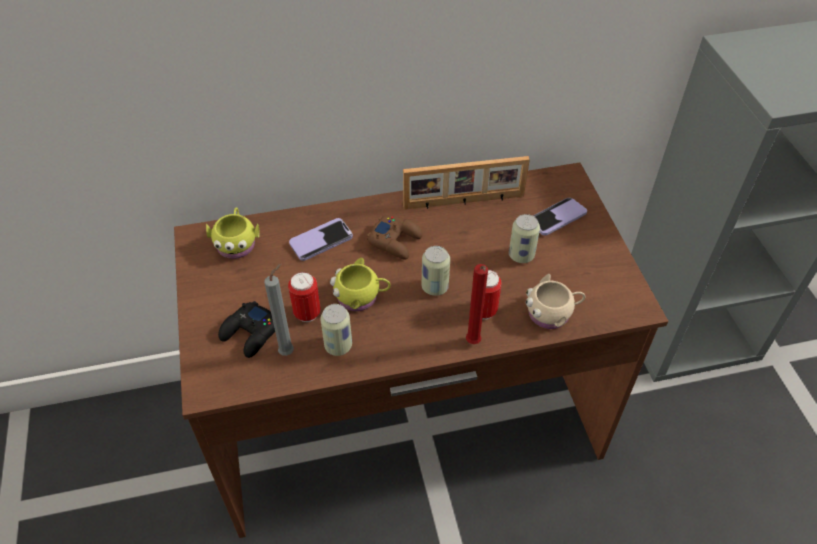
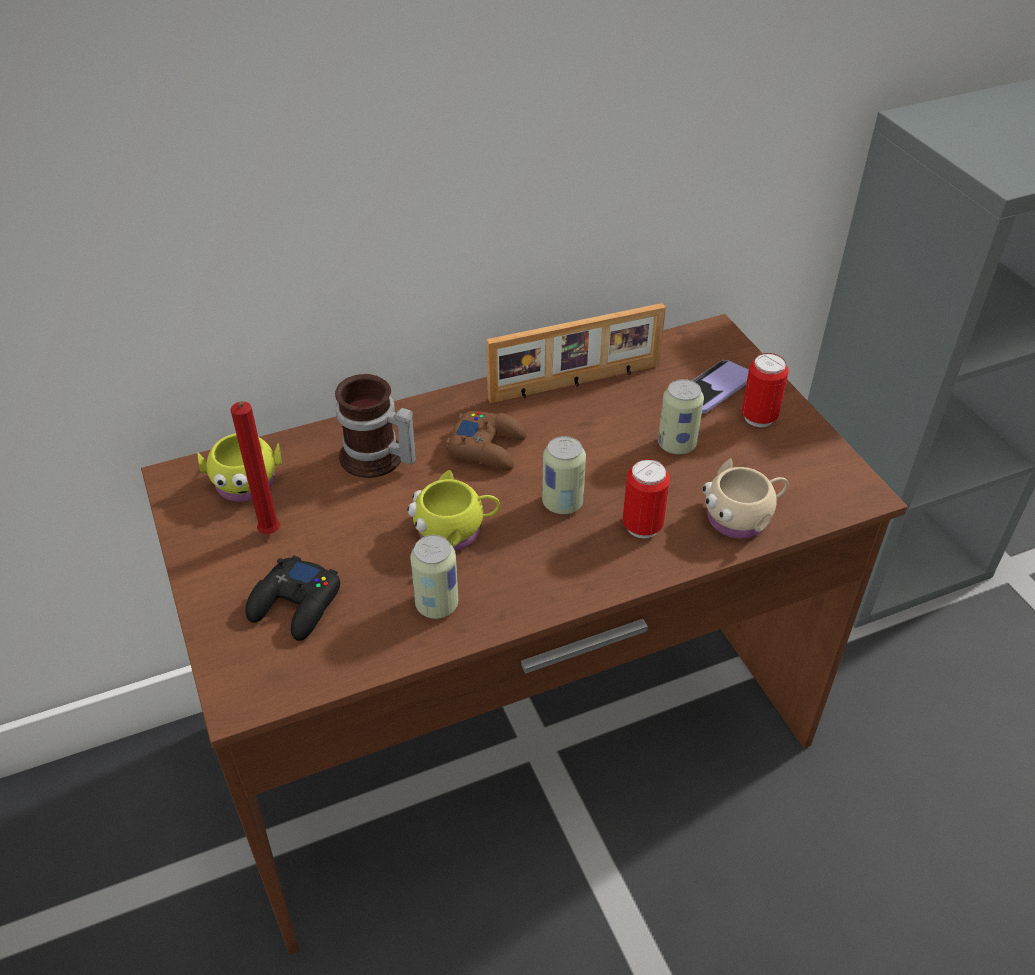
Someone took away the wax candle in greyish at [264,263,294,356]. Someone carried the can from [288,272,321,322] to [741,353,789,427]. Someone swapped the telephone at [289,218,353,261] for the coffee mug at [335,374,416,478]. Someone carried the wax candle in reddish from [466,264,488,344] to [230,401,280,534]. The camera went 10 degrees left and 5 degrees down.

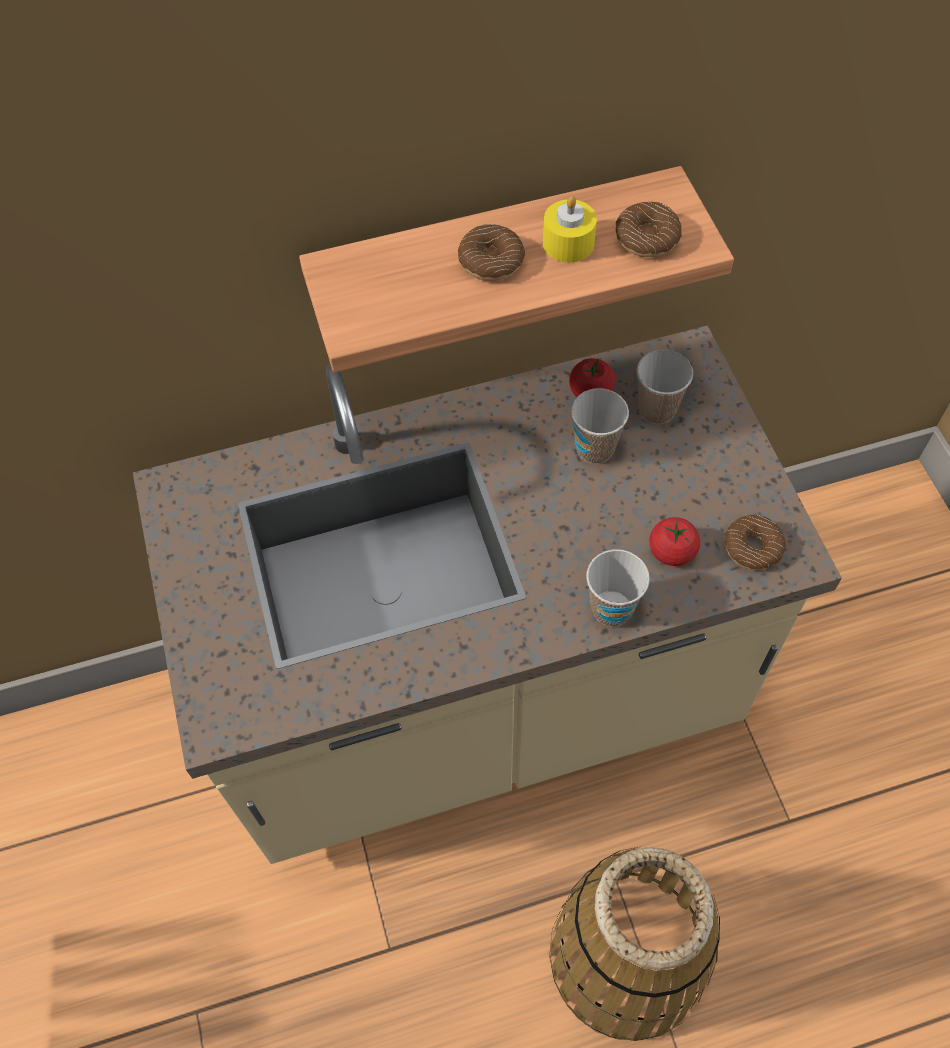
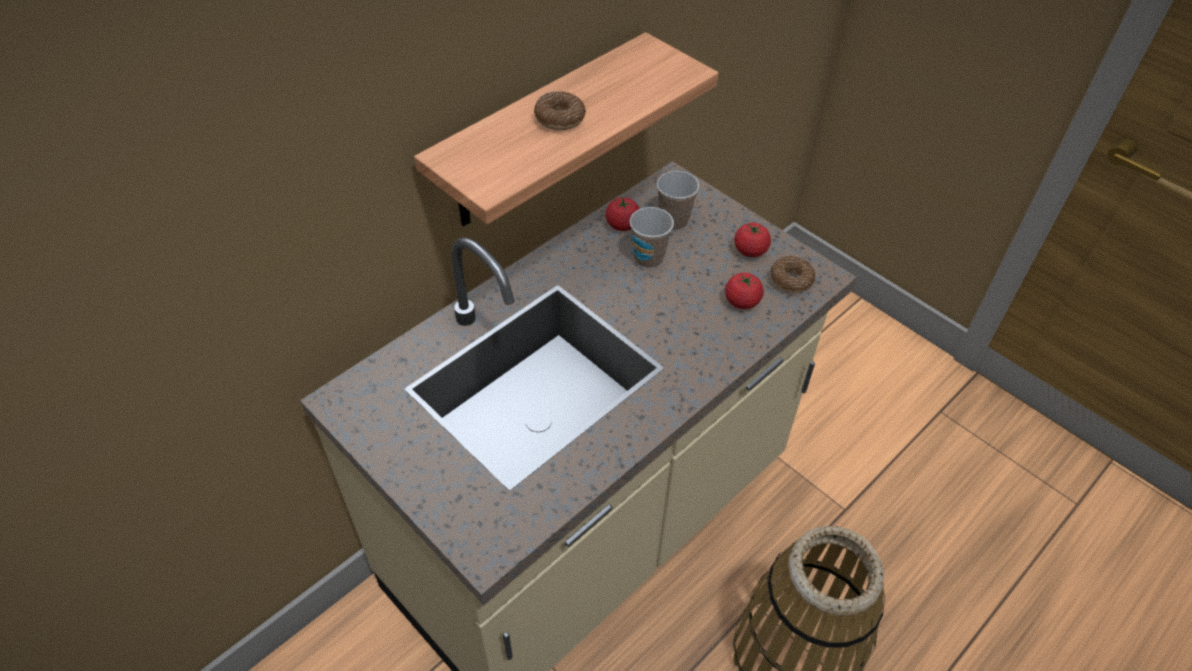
Someone took away the wax candle in yellow-coloured at [543,196,597,263]. Someone took away the small cup at [586,549,650,627]. Someone took away the ring doughnut at [616,202,682,257]. Someone put down the whole tomato at [734,223,771,257]. The camera went 30 degrees left and 10 degrees down.

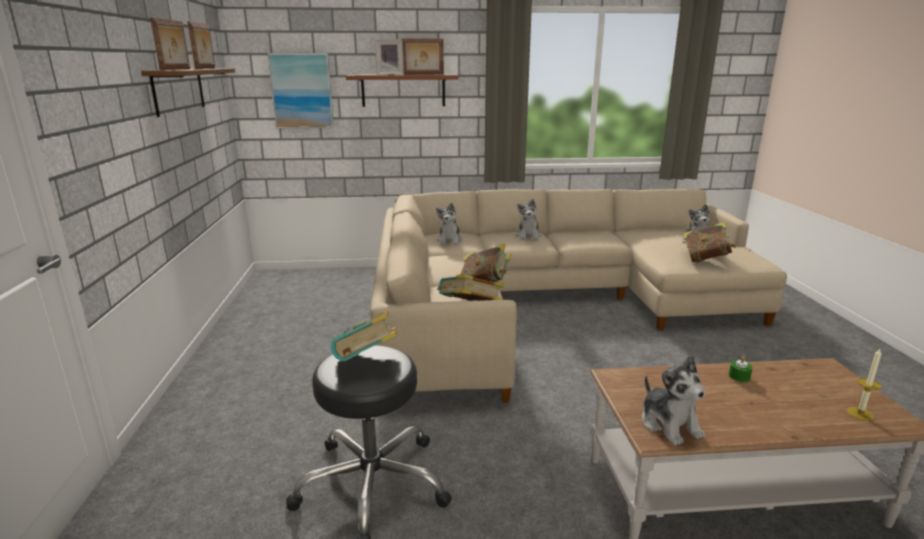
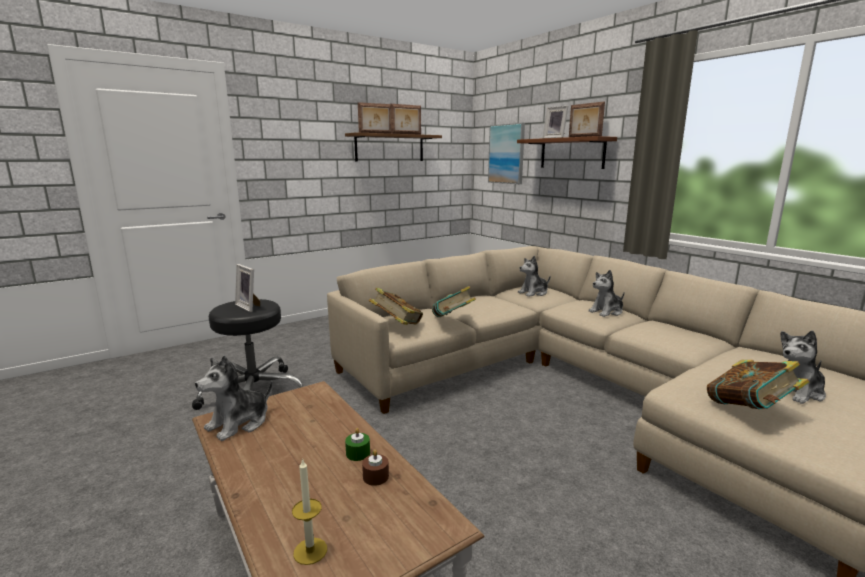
Someone swapped the book at [331,311,397,361] for the picture frame at [235,264,260,312]. Someone put down the wax candle in brown-coloured at [362,450,389,486]. The camera went 60 degrees right and 5 degrees down.

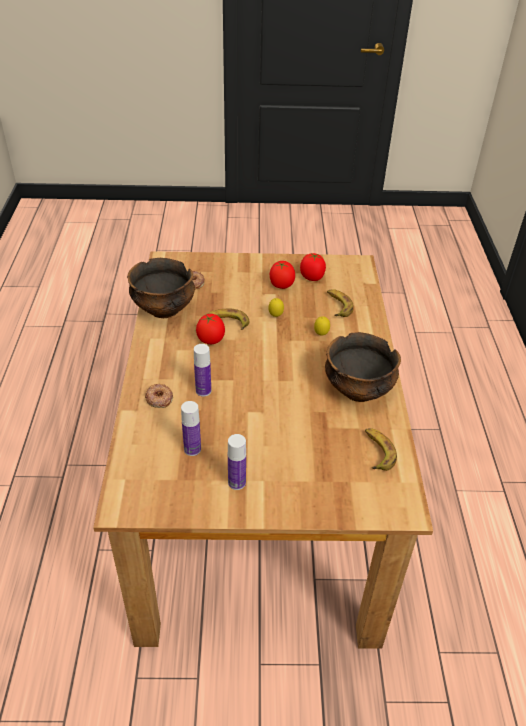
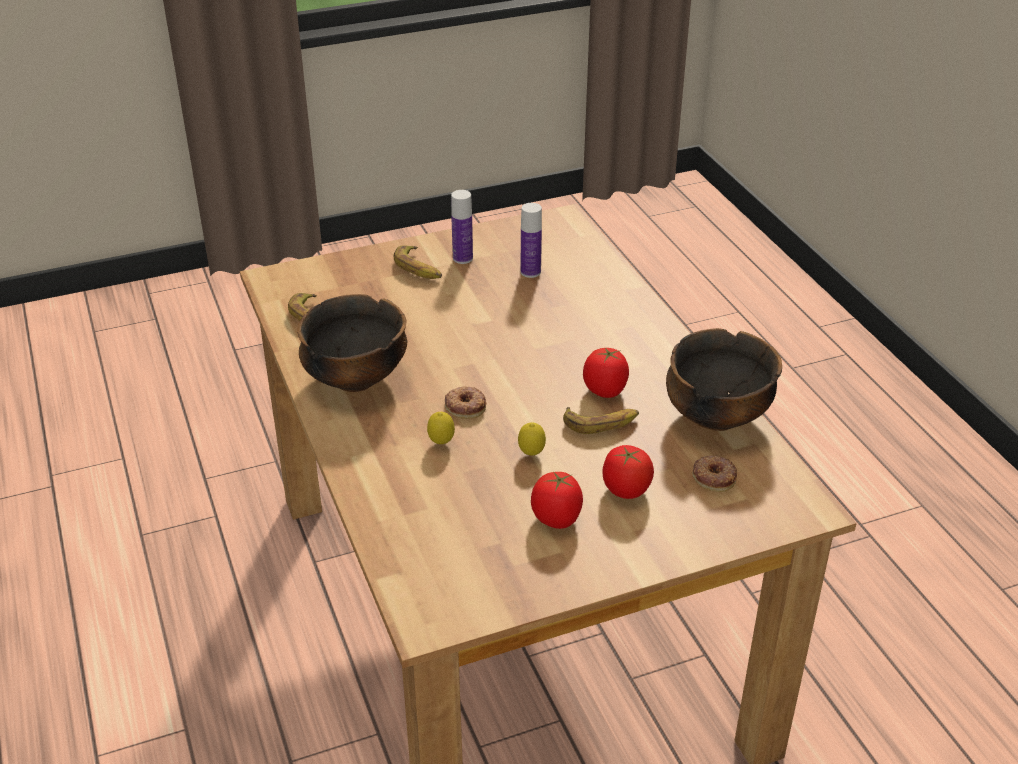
Someone carried the ring doughnut from [145,384,173,408] to [445,387,487,419]. Someone took away the drink bottle at [194,344,211,397]. Someone carried the whole tomato from [300,253,326,281] to [603,445,654,499]. Someone carried the banana from [327,289,354,317] to [394,245,442,279]. The camera went 160 degrees right and 5 degrees down.

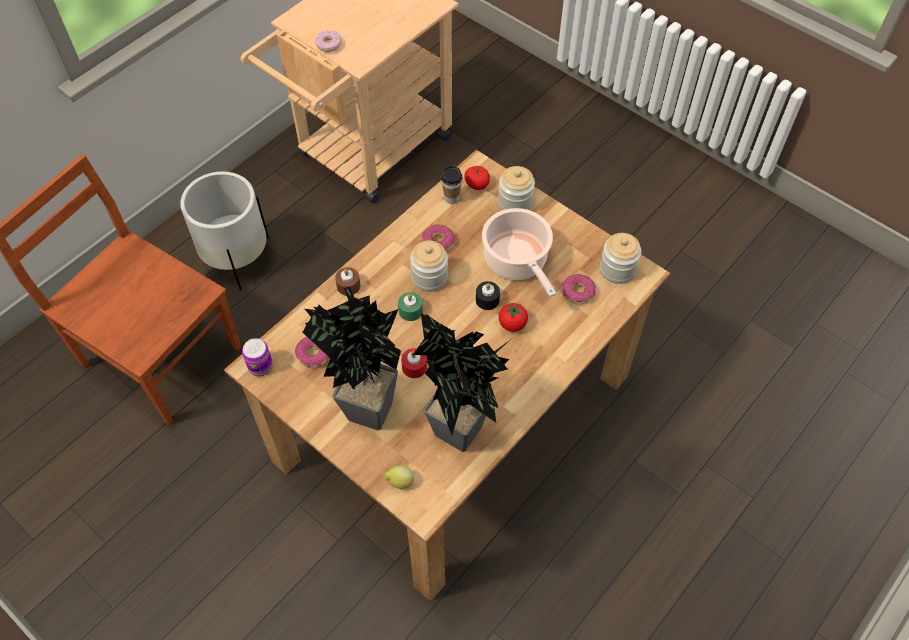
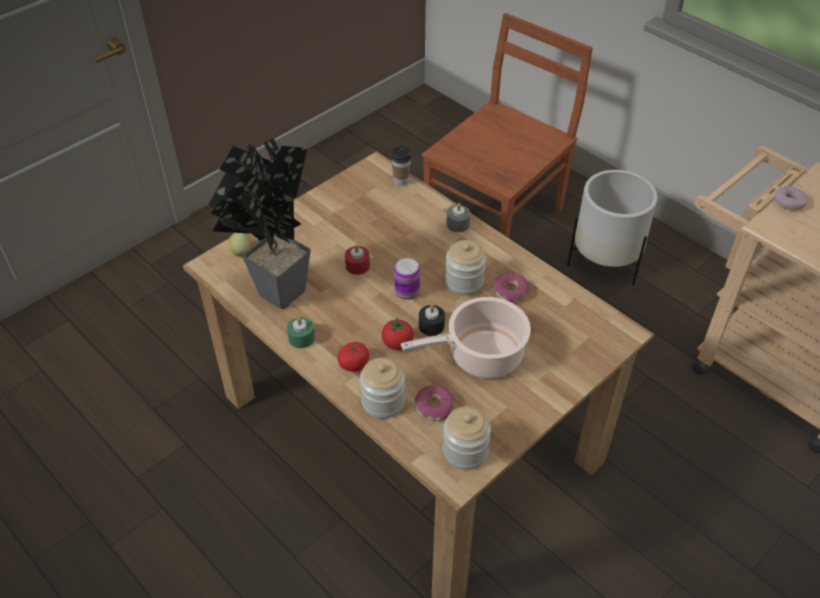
Someone carried the can from [242,338,273,376] to [394,258,420,300]. Someone took away the ring doughnut at [295,337,329,368]. Someone took away the plant in a pot at [302,286,401,430]. Someone repainted the wax candle in brown-coloured at [335,267,360,296], which became the wax candle in greyish at [446,203,470,232]. Someone carried the wax candle in green-coloured from [398,292,423,321] to [287,317,315,348]. Someone carried the small cup from [441,165,462,204] to [390,147,412,186]. Someone carried the whole tomato from [464,166,490,190] to [338,342,369,372]. Someone carried the preserve jar from [498,166,535,210] to [360,357,405,419]. The camera went 95 degrees right and 10 degrees down.

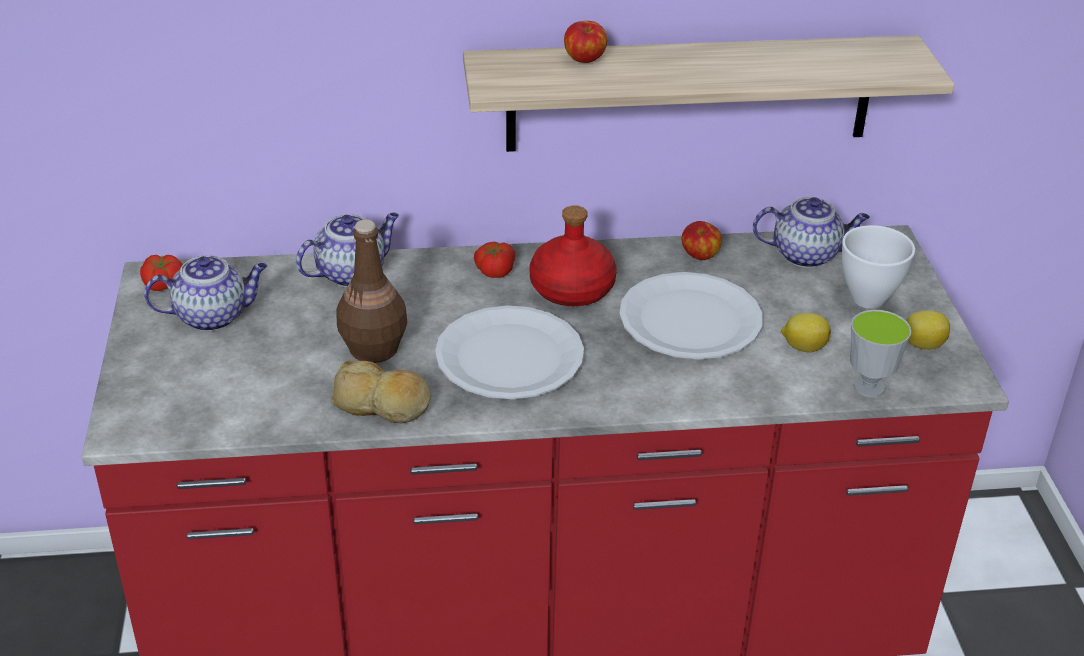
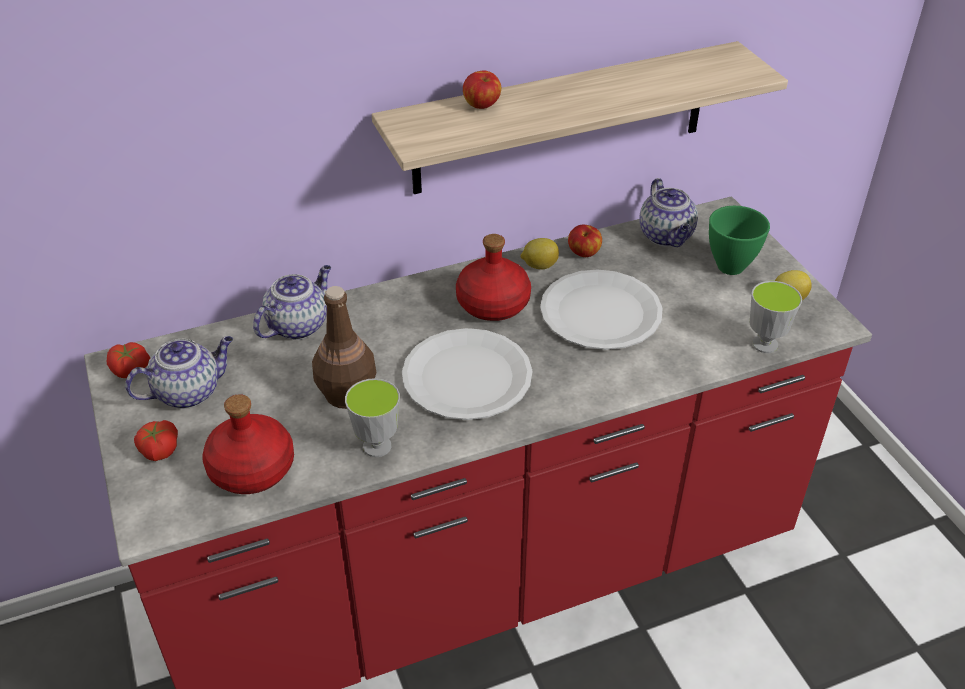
Someone swapped the bread at [331,361,431,423] for the small cup at [345,378,400,457]. Someone carried the whole tomato from [474,242,516,278] to [134,420,178,461]. Someone rotated the pot for tea at [753,197,870,268] by 90 degrees clockwise. Someone carried the whole lemon from [781,313,831,352] to [520,238,559,269]. Someone repainted the deep dish in white-coloured at [842,225,915,309], which became the deep dish in green-coloured at [709,206,770,275]. Someone put down the drink bottle in reddish at [202,394,294,494]. The camera went 15 degrees left and 5 degrees up.

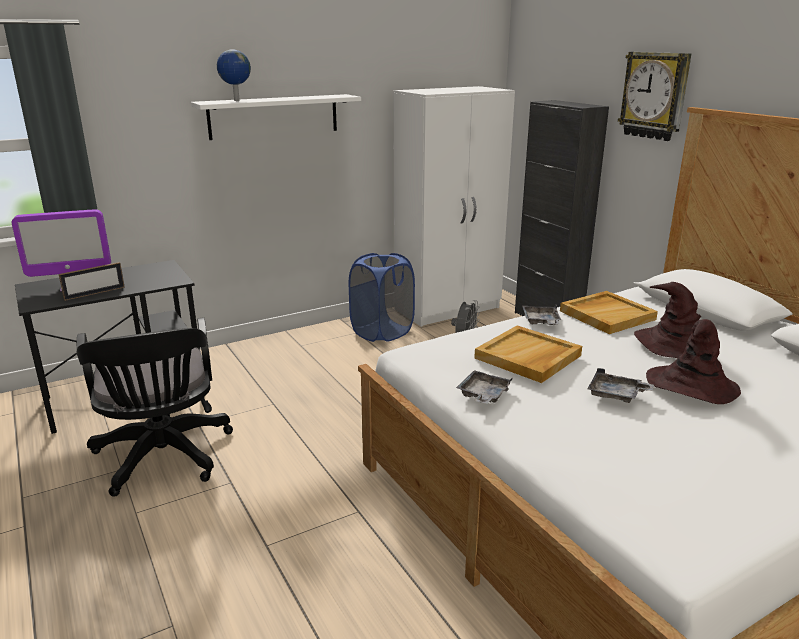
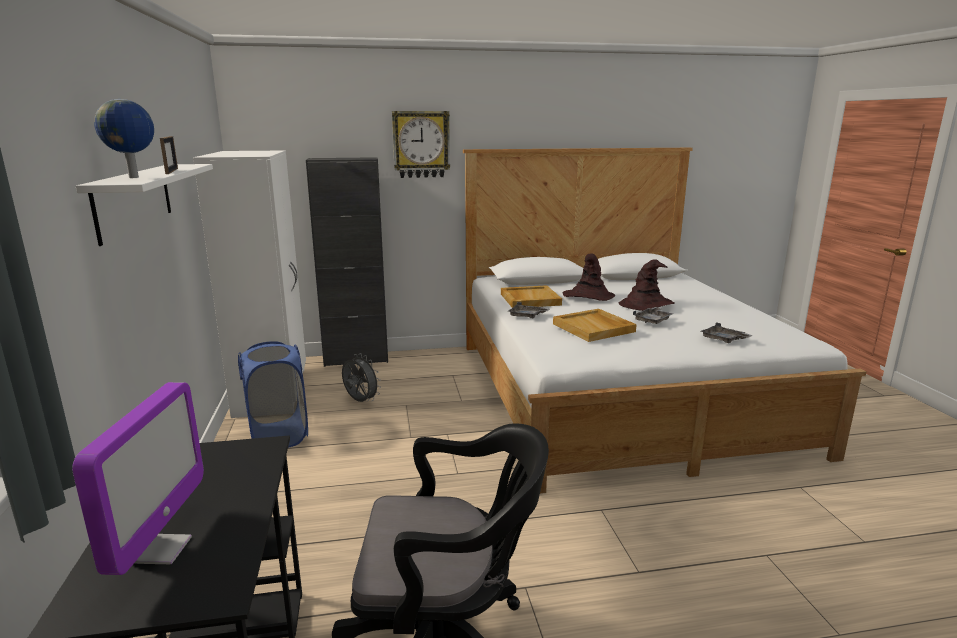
Someone carried the picture frame from [59,262,125,301] to [160,136,178,174]. Someone carried the tray in greyish from [456,370,513,404] to [700,323,753,343]. The camera went 70 degrees left and 5 degrees down.

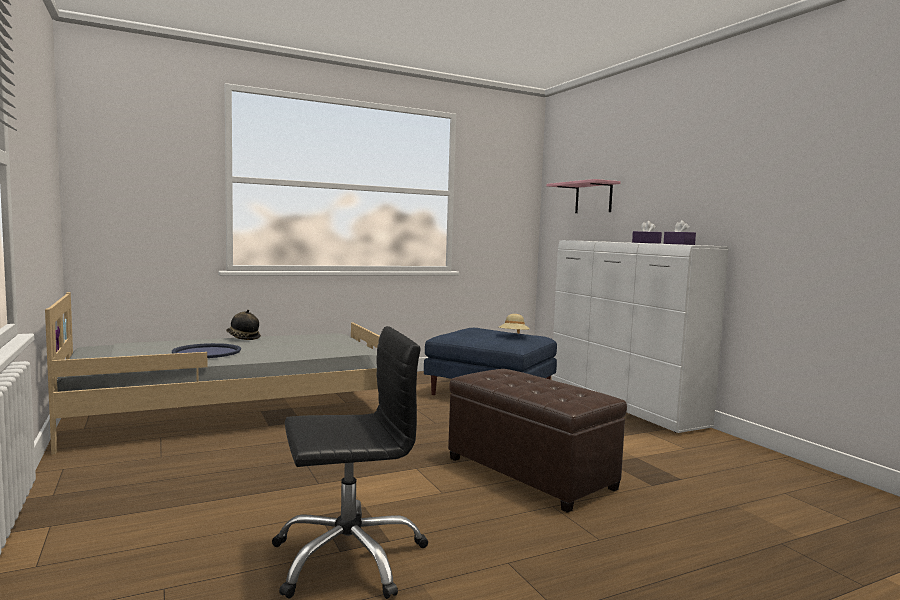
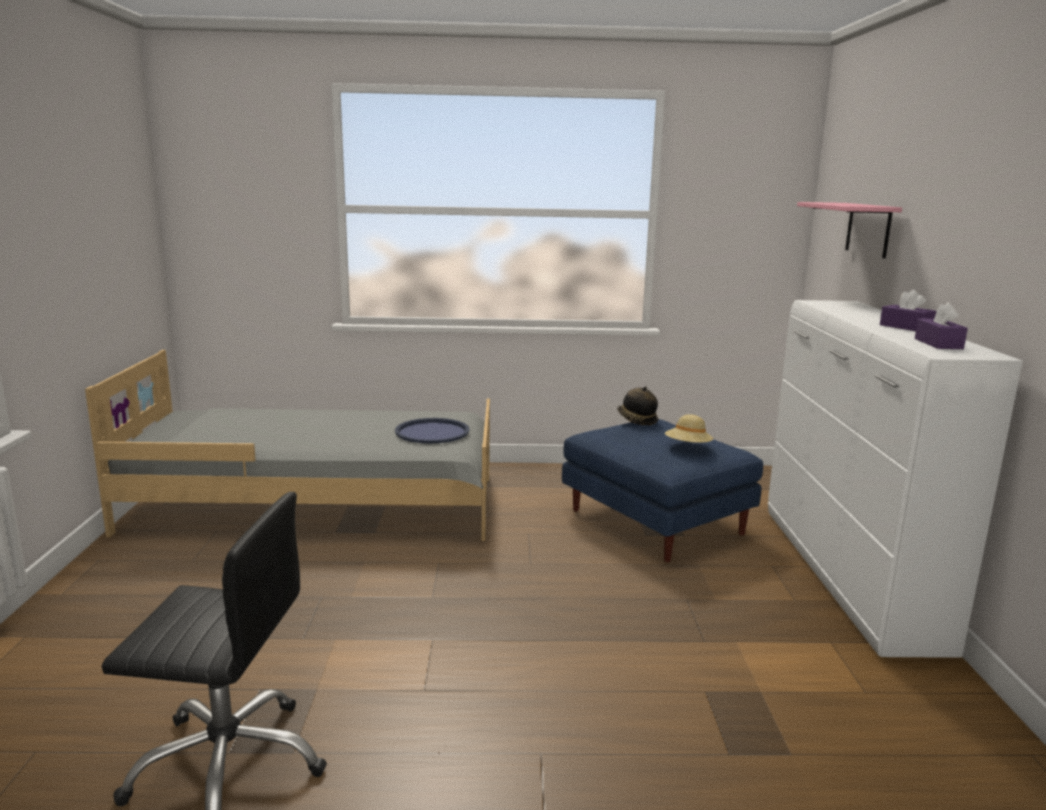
Someone carried the tray in blue from [172,343,241,358] to [395,418,470,443]. Someone carried the clothing hat from [226,310,261,340] to [617,386,658,425]. Someone took away the footrest in brown-coloured at [448,369,627,513]. The camera went 25 degrees right and 10 degrees up.

